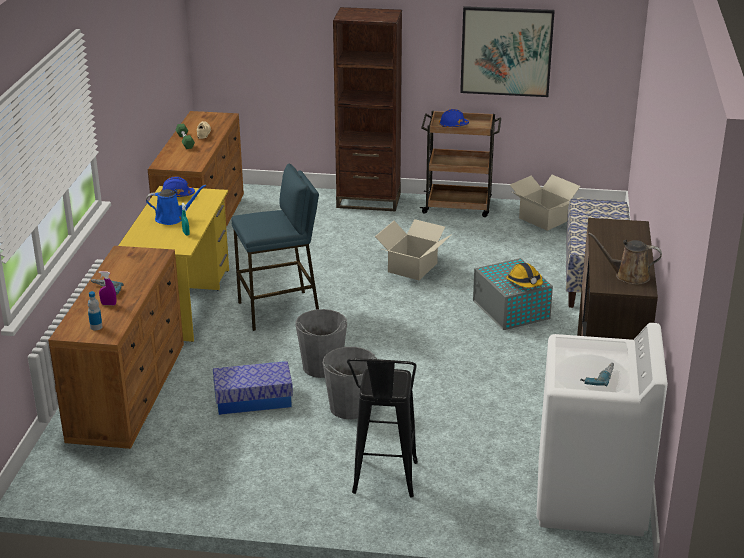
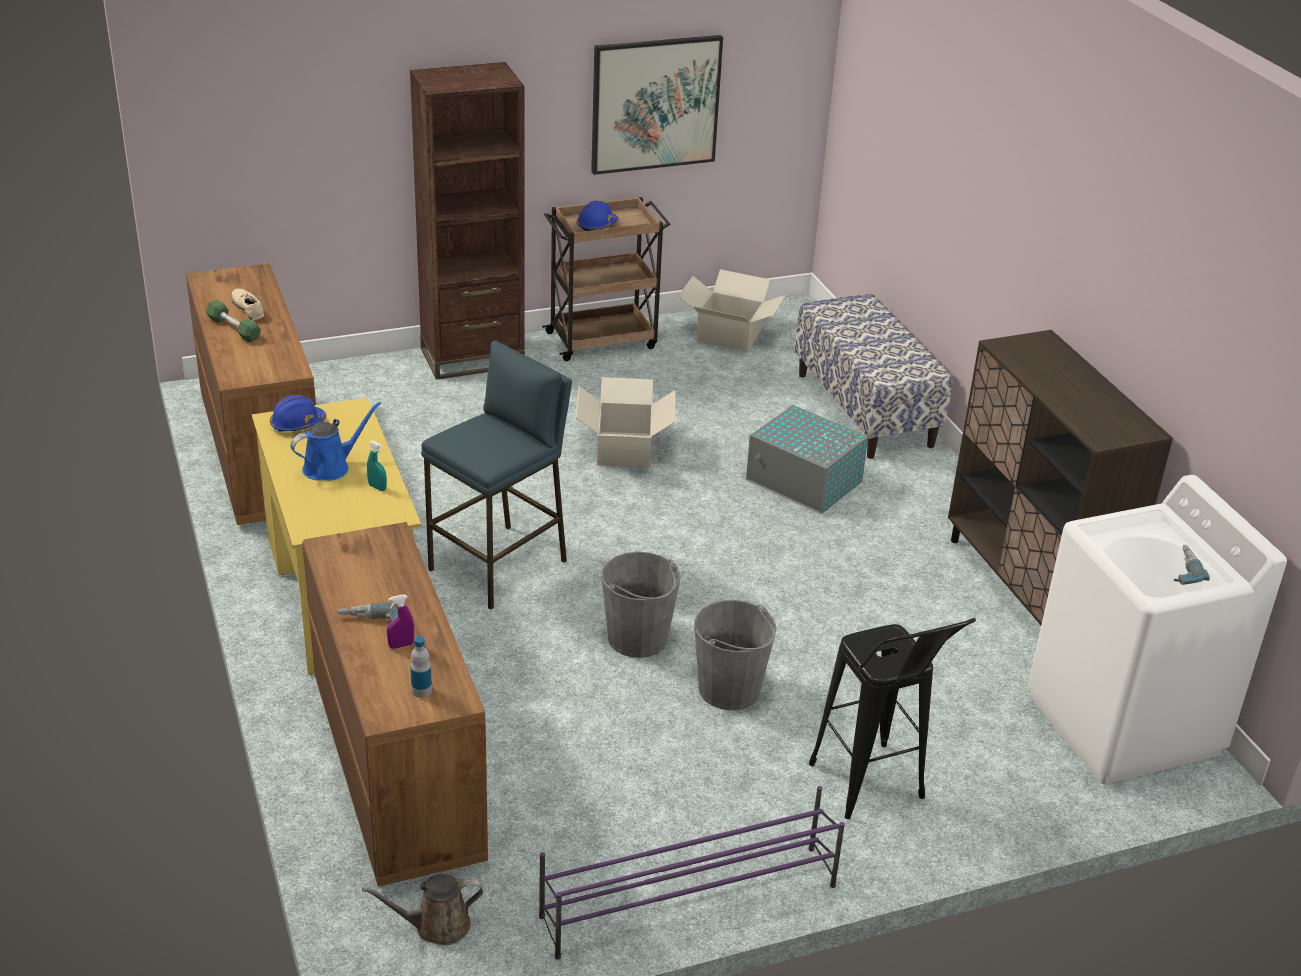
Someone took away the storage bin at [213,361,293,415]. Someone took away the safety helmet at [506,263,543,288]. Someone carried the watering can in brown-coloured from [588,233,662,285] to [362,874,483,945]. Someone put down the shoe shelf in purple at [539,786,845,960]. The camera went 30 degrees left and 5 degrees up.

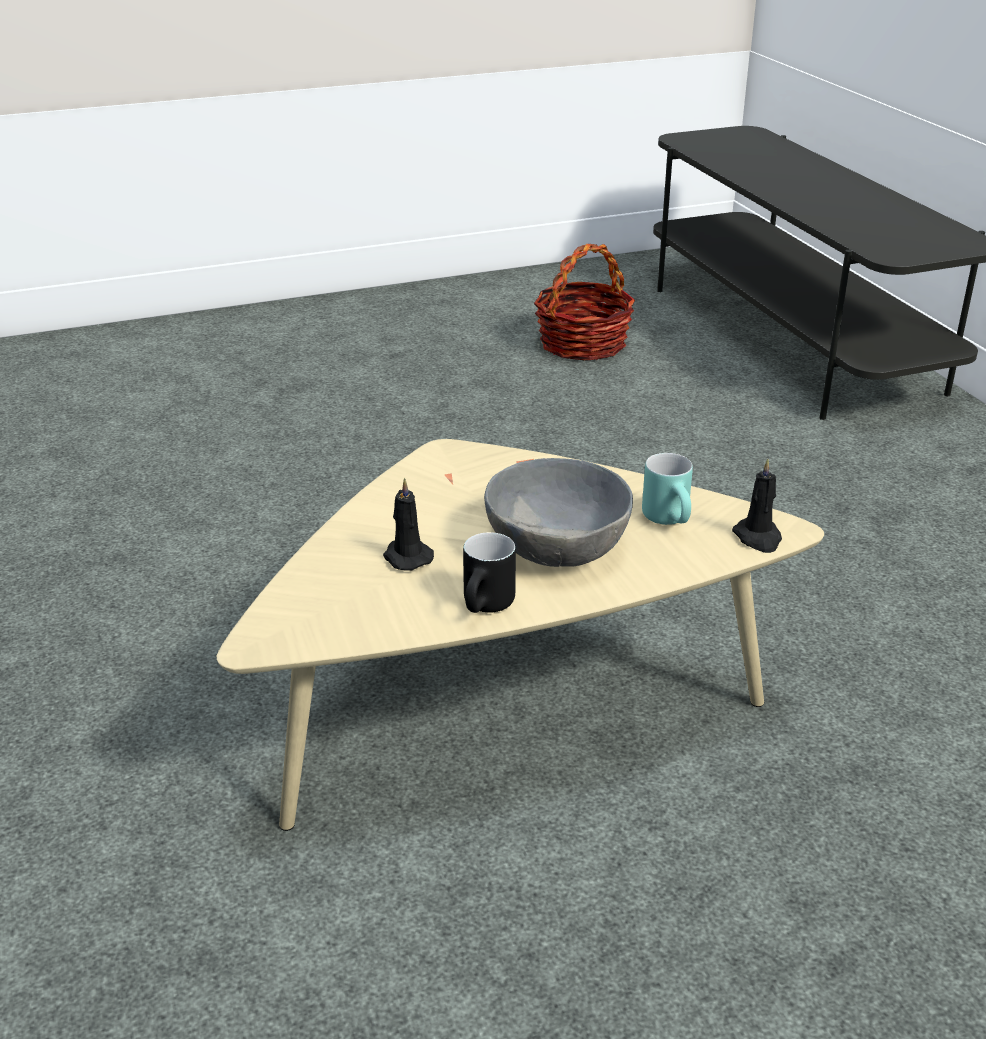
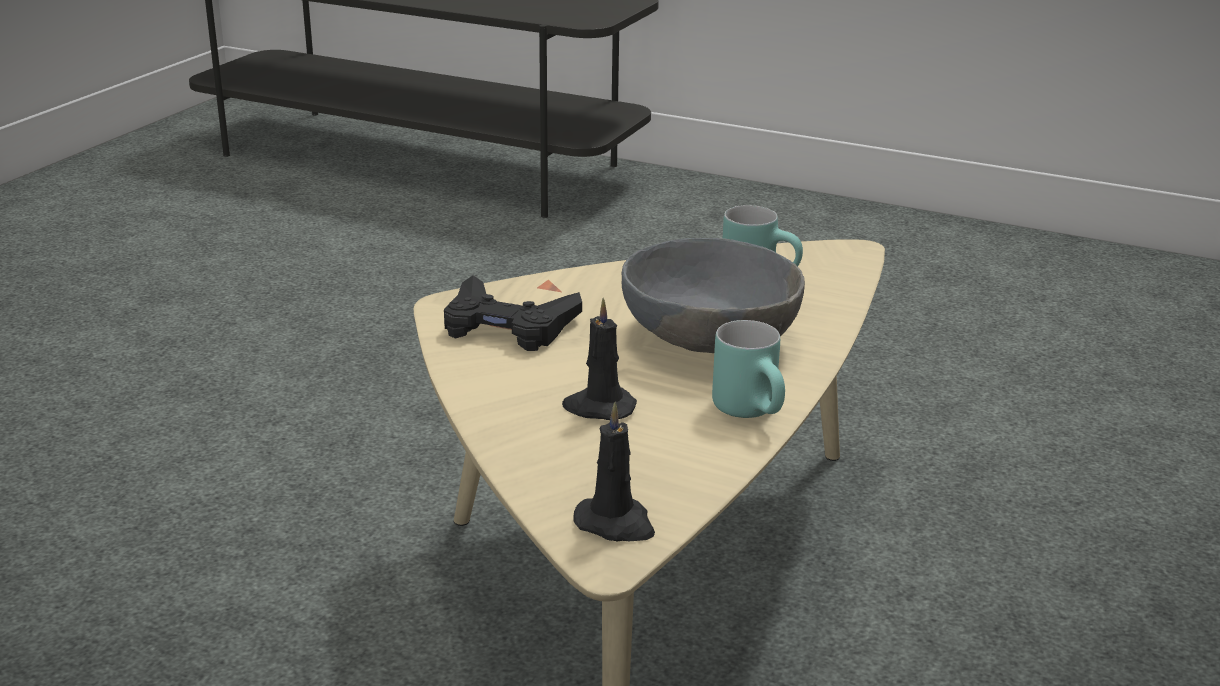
Someone repainted the coffee mug in black at [463,532,516,613], which became the coffee mug in turquoise-coloured at [712,320,785,418]. Someone took away the storage basket at [534,244,635,361]. Someone carried the wax candle in black from [732,458,782,553] to [574,402,655,541]. Someone put down the gamepad in black at [444,276,582,351]. The camera went 45 degrees left and 5 degrees down.

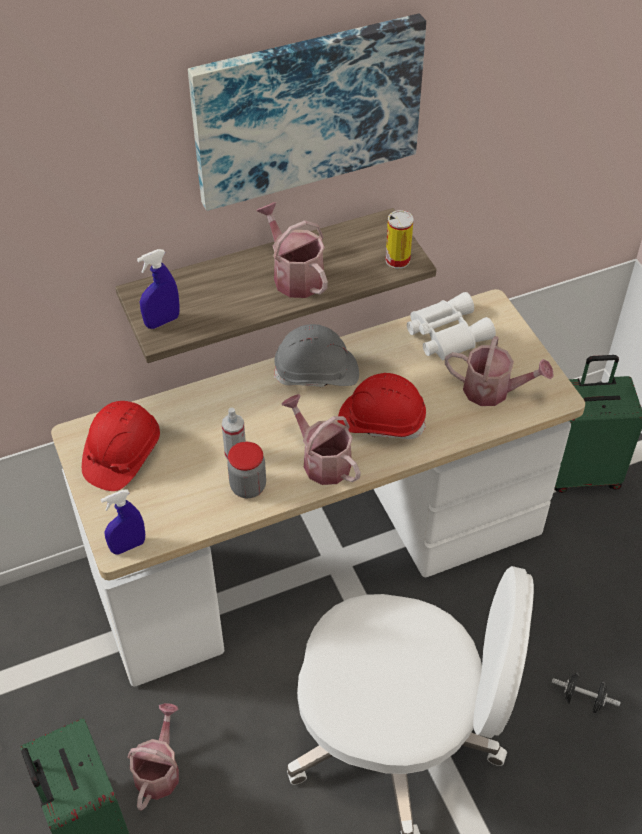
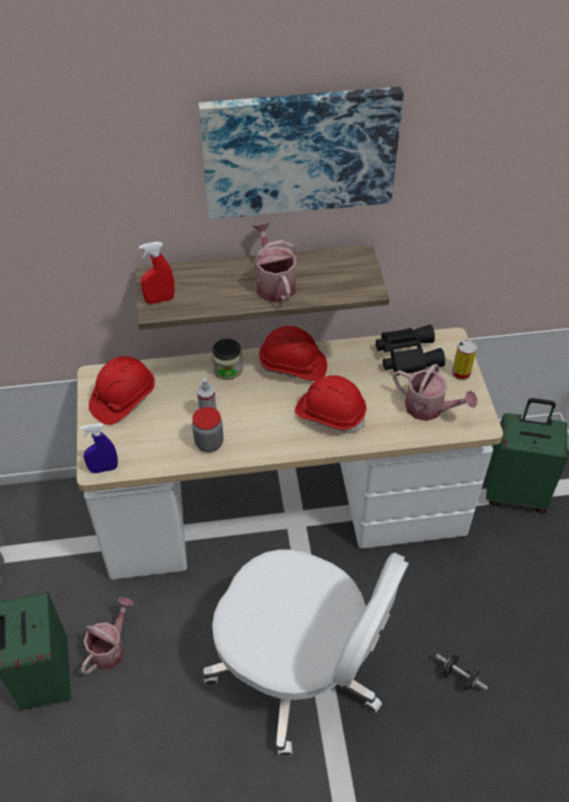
Someone repainted the spray bottle in blue at [137,249,180,329], which became the spray bottle in reddish at [139,242,175,304]. Someone repainted the safety helmet in greyish at [274,324,359,387], which became the safety helmet in reddish at [258,326,327,381]. Someone took away the watering can at [281,394,361,485]. Someone carried the can from [385,210,414,269] to [452,339,477,380]. Someone repainted the pair of binoculars in white-coloured at [407,292,496,360], which became the pair of binoculars in black at [376,325,445,376]. Someone put down the preserve jar at [212,339,243,380]. The camera went 15 degrees right and 0 degrees up.

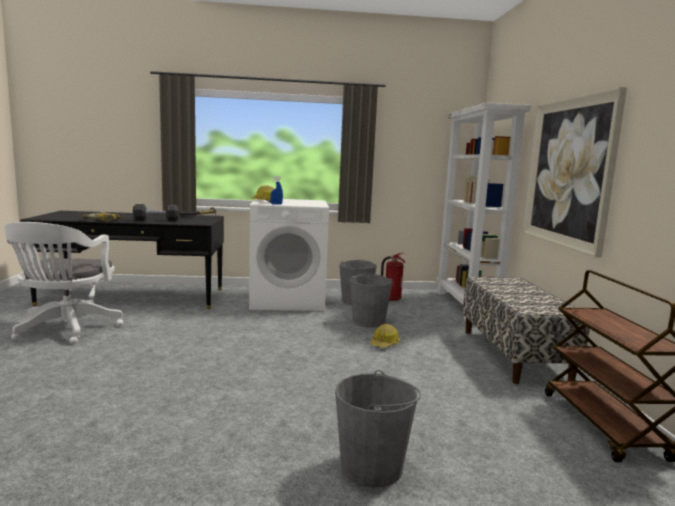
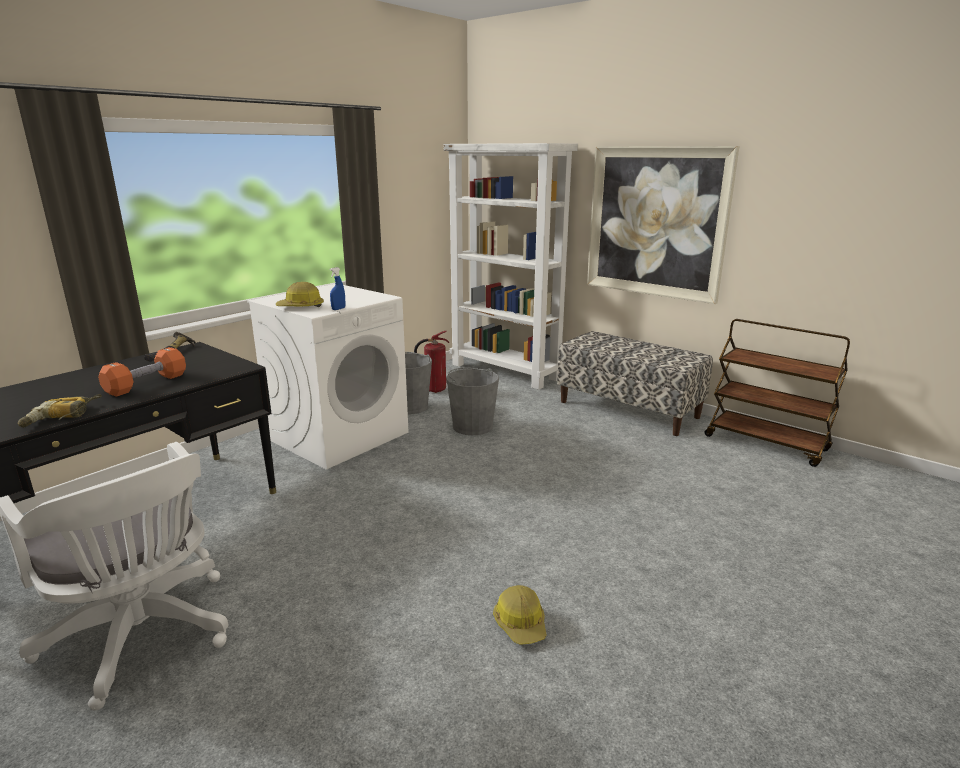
Someone repainted the free weight in black at [133,204,179,221], which became the free weight in orange-coloured at [98,347,186,397]. Someone took away the water bucket in greyish at [335,370,422,488]. Someone carried the safety helmet from [370,324,400,348] to [493,585,547,645]. The camera went 45 degrees left and 10 degrees up.

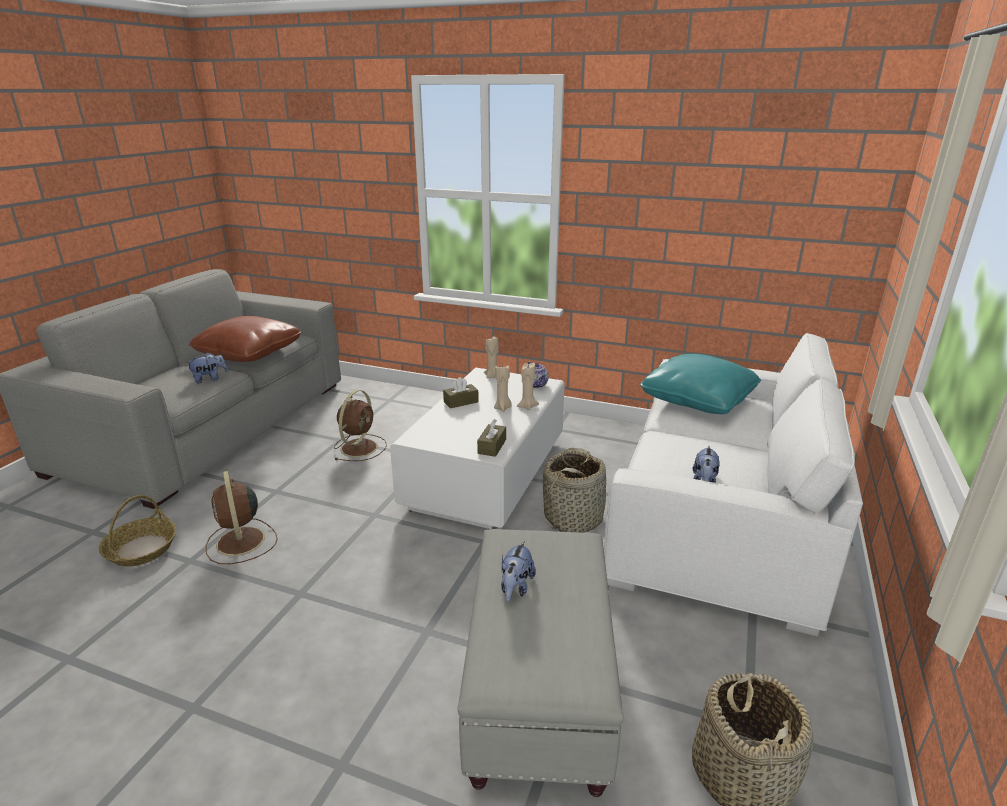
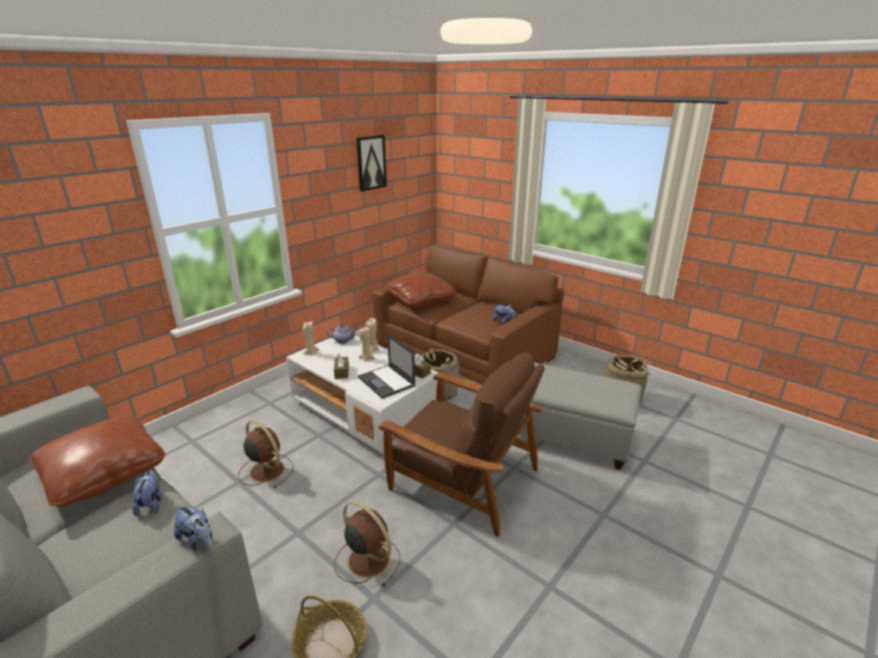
Someone rotated the cooling fan in brown-coloured at [206,471,277,564] by 135 degrees counterclockwise. Someone carried the cuddly toy from [501,541,536,602] to [174,505,212,551]. Someone repainted the sofa in white-coloured at [604,333,863,637], which became the sofa in brown-coloured at [372,245,564,385]. Someone repainted the pillow in turquoise-coloured at [640,354,761,414], which became the pillow in brown-coloured at [385,273,457,307]. Someone put up the picture at [356,135,387,191]. Someone put down the notebook computer at [358,333,416,399]. Someone put down the lounge chair in brown-coloured at [378,352,545,537]. The camera went 70 degrees left and 0 degrees up.

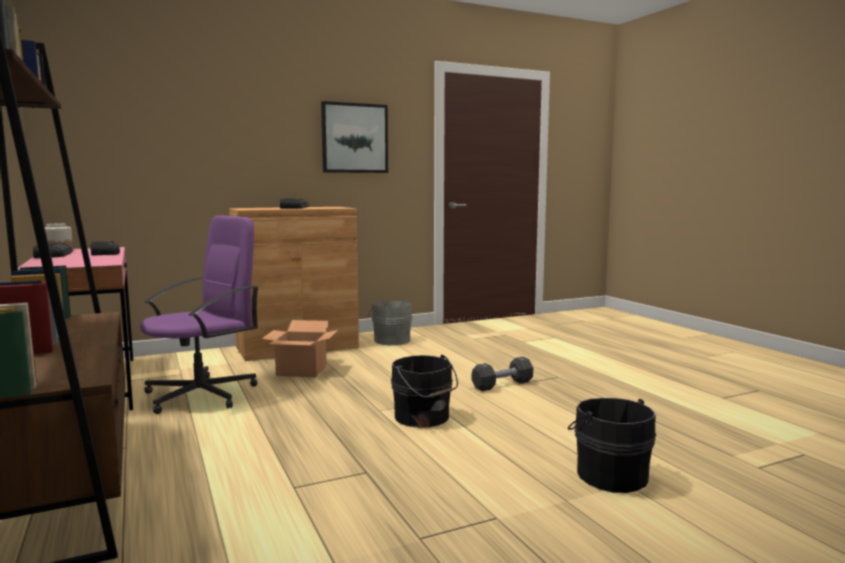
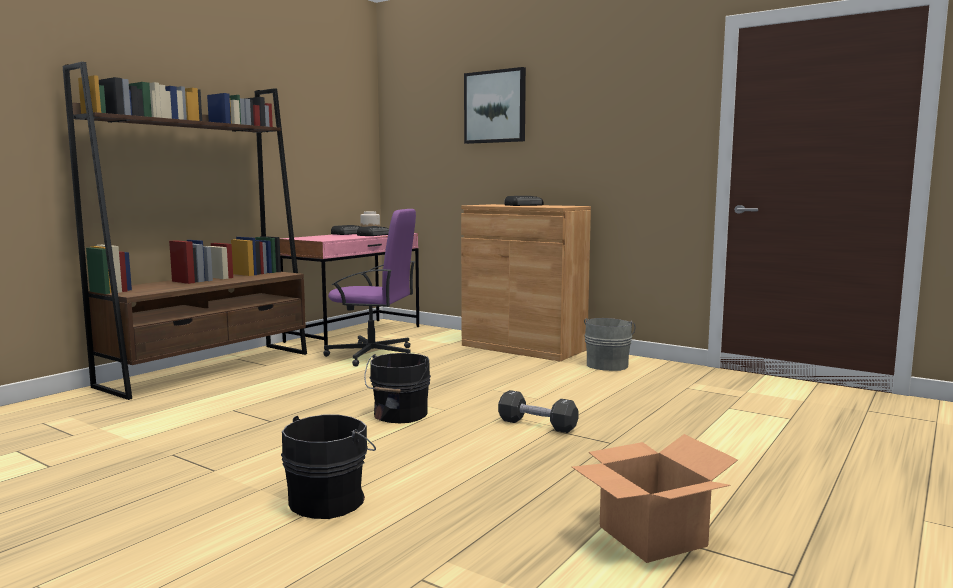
Someone carried the packing box from [261,320,338,377] to [572,434,738,563]. Someone carried the picture from [321,101,388,173] to [464,67,526,144]. The camera went 60 degrees right and 0 degrees up.

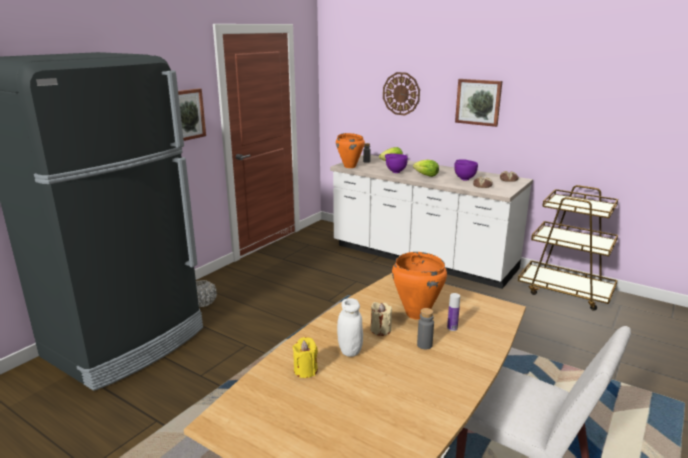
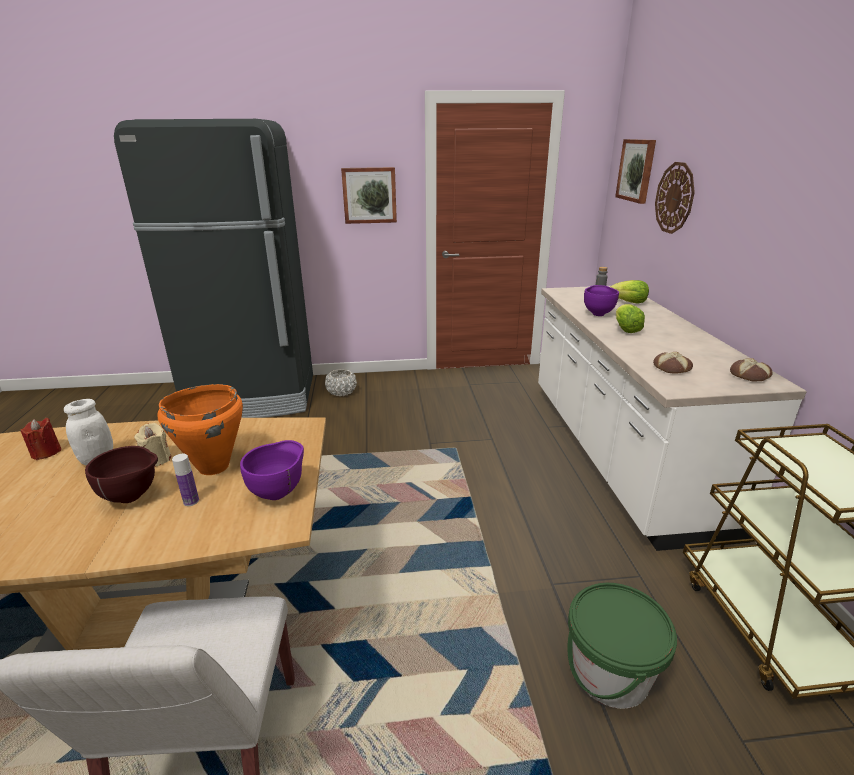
Someone repainted the wax candle in yellow-coloured at [292,337,318,378], which became the wax candle in reddish at [20,418,61,460]. Someone took away the cooking pot in orange-coloured at [336,133,365,168]. Someone swapped the drink bottle in greyish at [417,308,434,350] for the deep dish in brown-coloured at [85,446,158,503]. Someone carried the deep dish in purple from [454,159,478,181] to [240,440,304,500]. Someone carried the picture from [455,79,503,127] to [615,139,656,204]. Someone put down the water bucket in green-coloured at [567,583,677,709]. The camera went 50 degrees right and 5 degrees up.

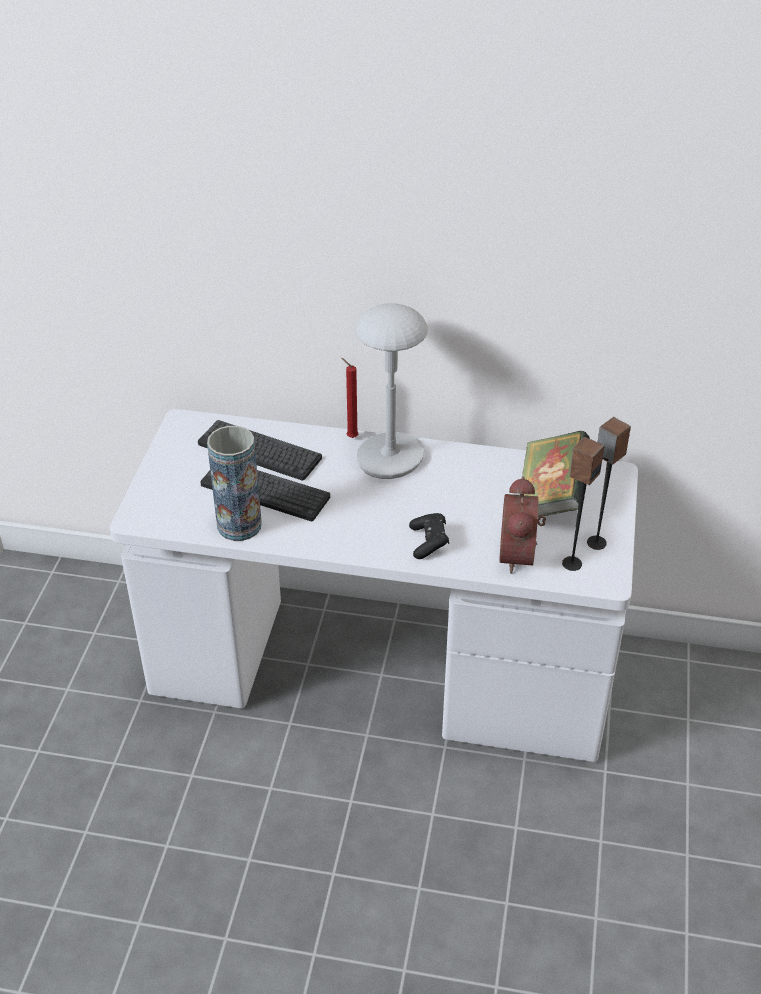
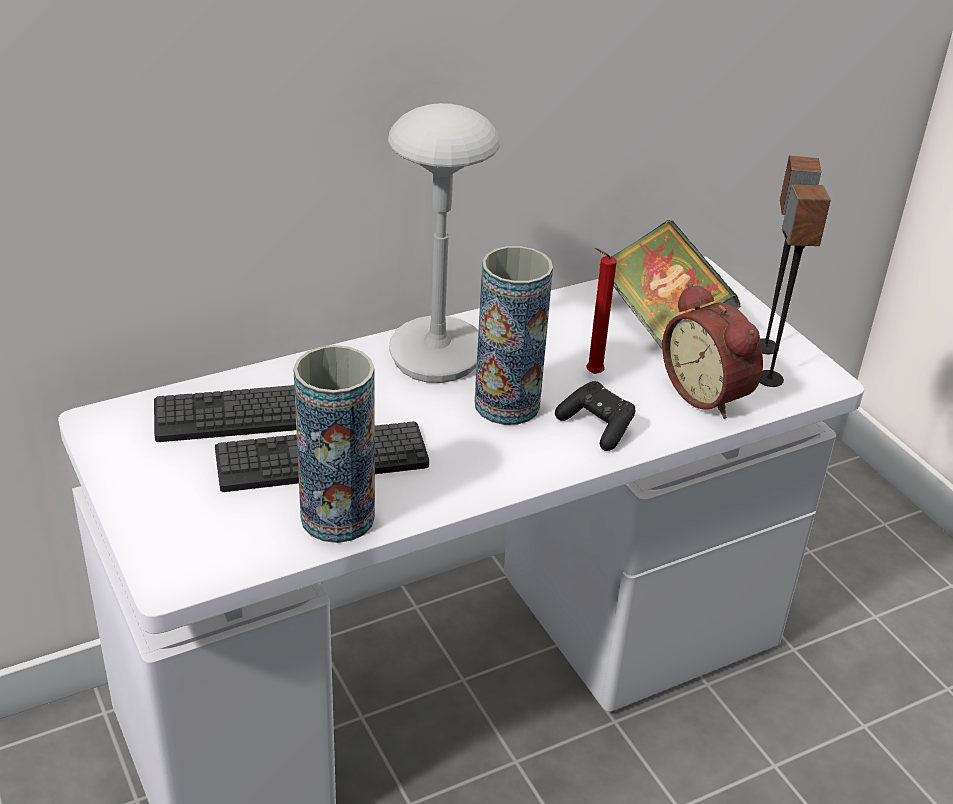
Someone carried the wax candle in reddish from [342,358,359,438] to [587,248,617,374]. Someone put down the decorative vase at [475,246,553,425]. The camera went 40 degrees left and 5 degrees down.

